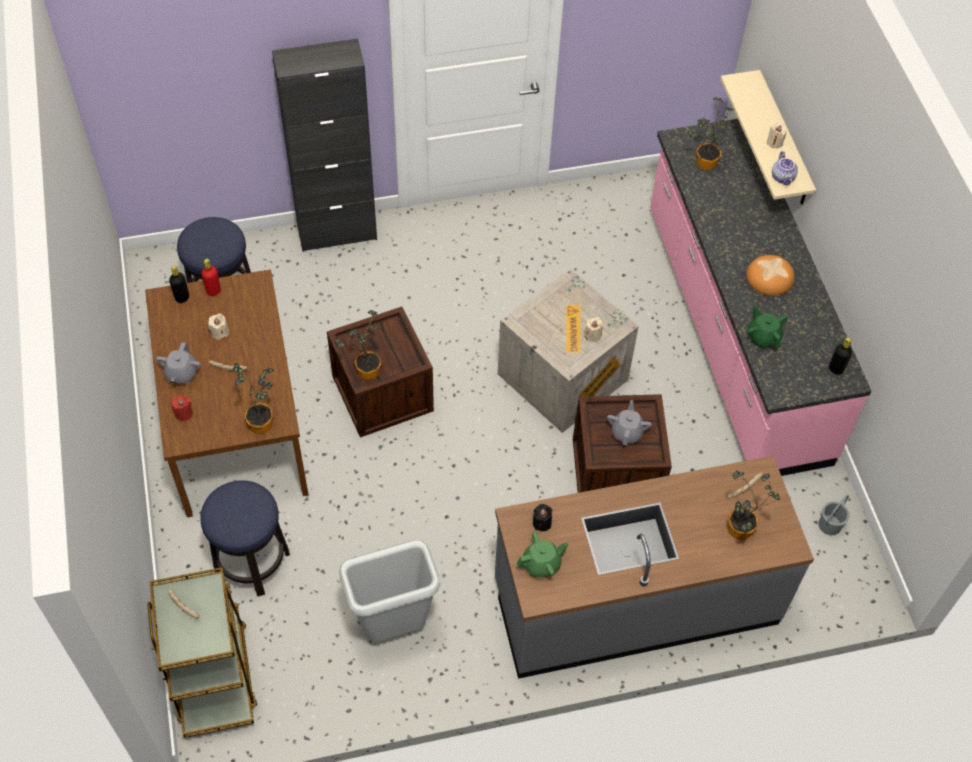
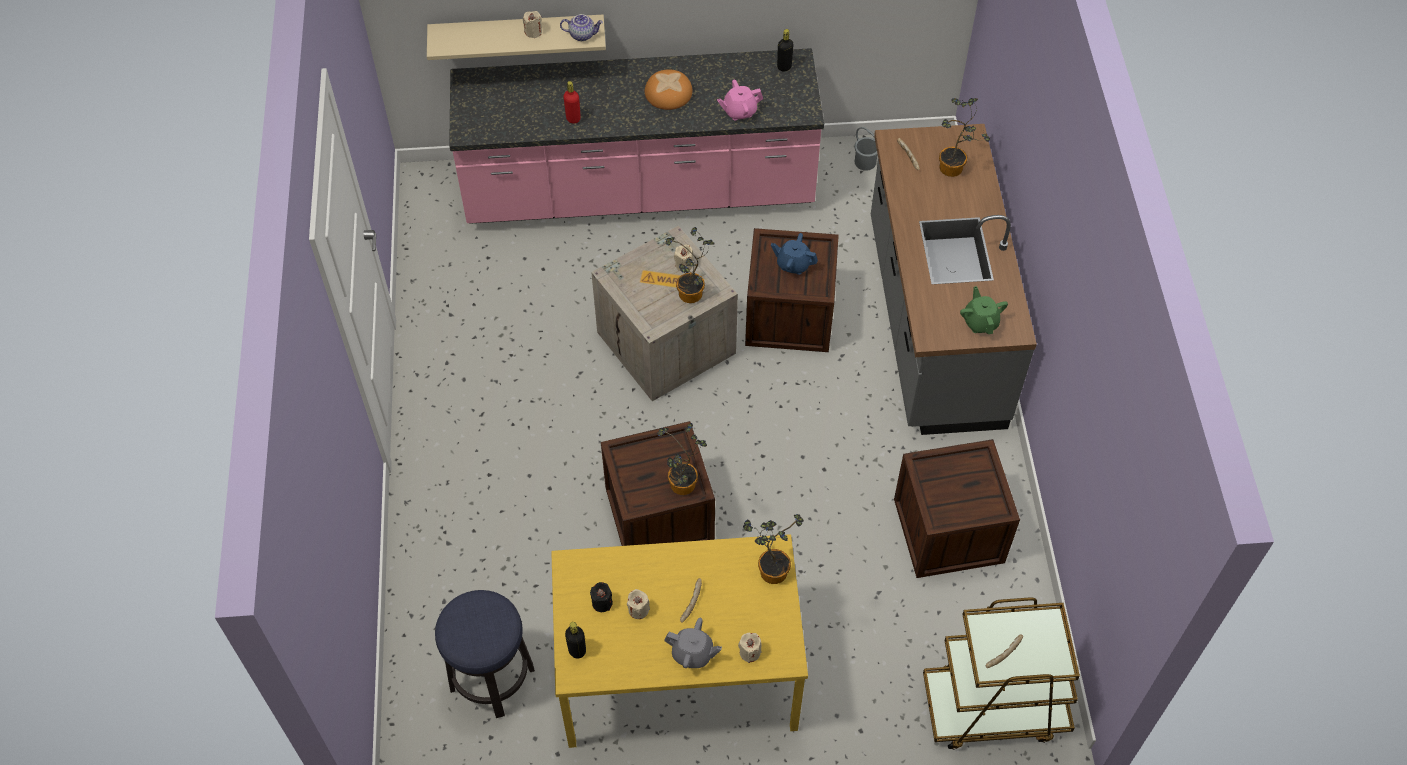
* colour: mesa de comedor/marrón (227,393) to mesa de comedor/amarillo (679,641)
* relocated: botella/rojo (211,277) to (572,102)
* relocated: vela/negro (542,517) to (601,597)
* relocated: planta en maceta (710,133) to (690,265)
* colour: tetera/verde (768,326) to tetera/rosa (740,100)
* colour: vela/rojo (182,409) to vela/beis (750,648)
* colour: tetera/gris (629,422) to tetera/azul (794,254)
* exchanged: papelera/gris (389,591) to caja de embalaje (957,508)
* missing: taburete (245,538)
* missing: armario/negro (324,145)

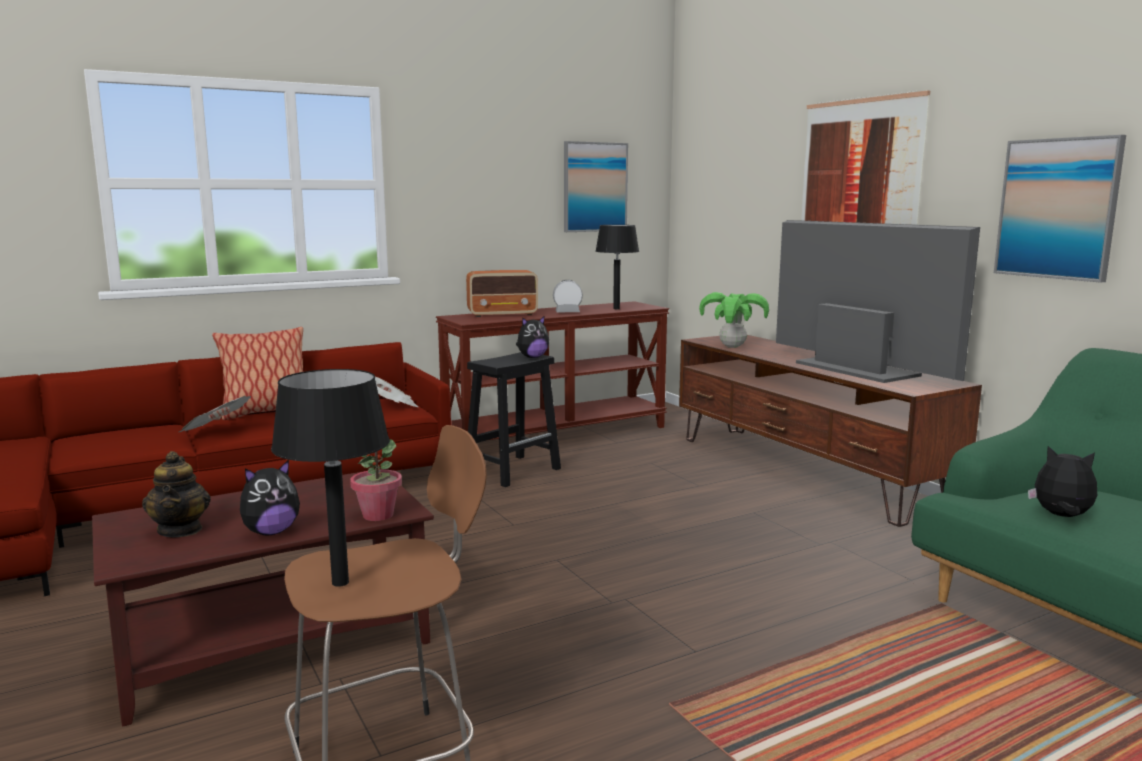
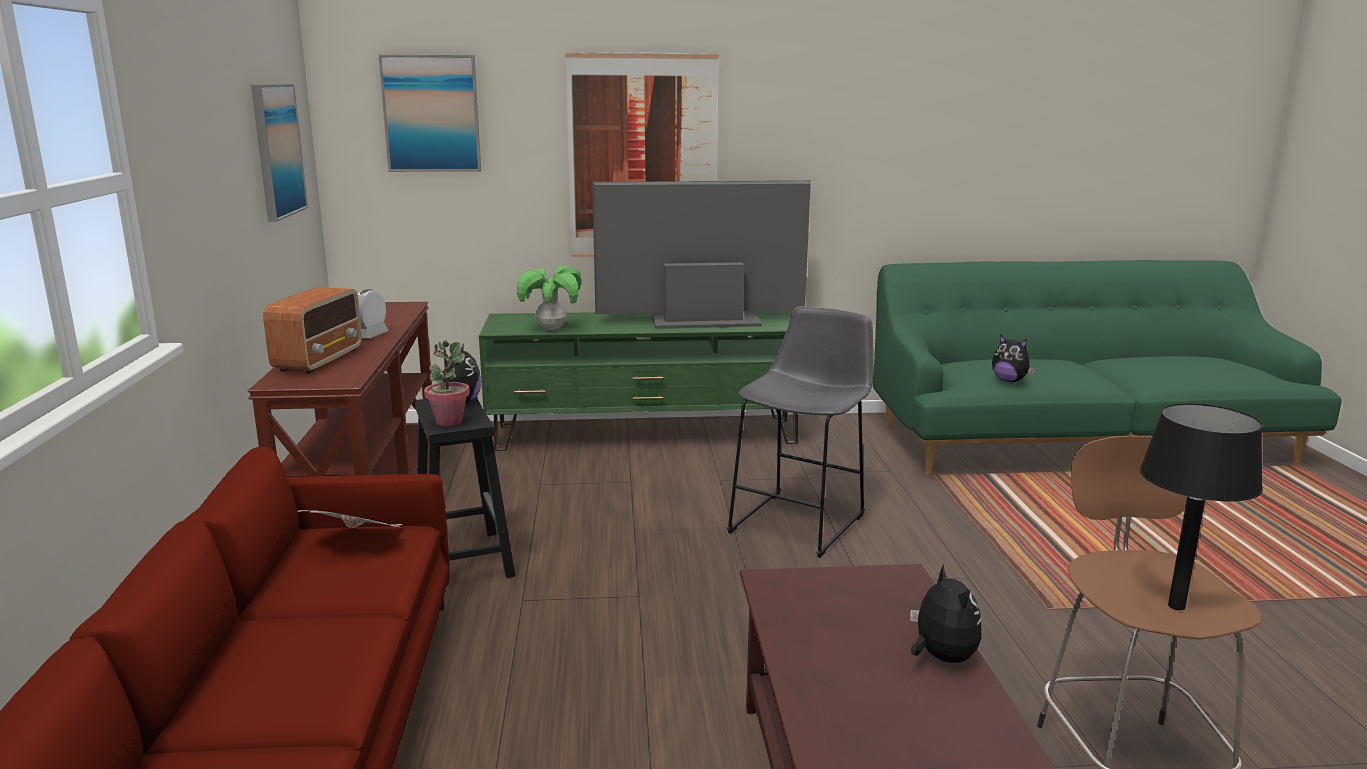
* relocated: cuadro (1060,209) to (430,113)
* relocated: planta en maceta (376,472) to (447,383)
* colour: mueble de televisión/marrón (830,431) to mueble de televisión/verde (638,380)
* appeared: taburete/gris (800,432)
* spun: peluche (1062,481) = (1014,358) 105 degrees counterclockwise
* missing: tetera (176,494)
* missing: periódico (215,414)
* missing: cojín (257,373)
* missing: lámpara de mesa/negro (617,267)

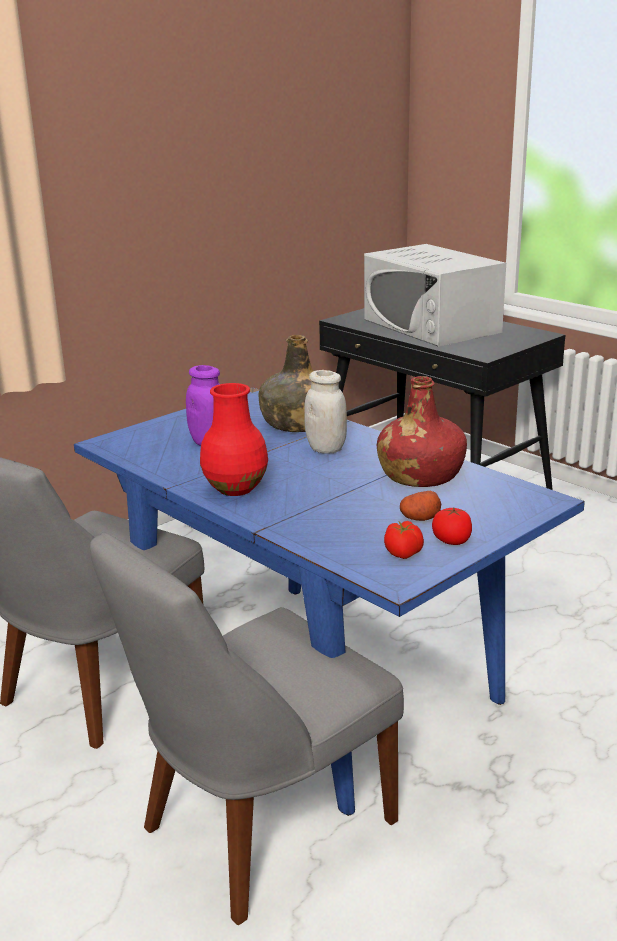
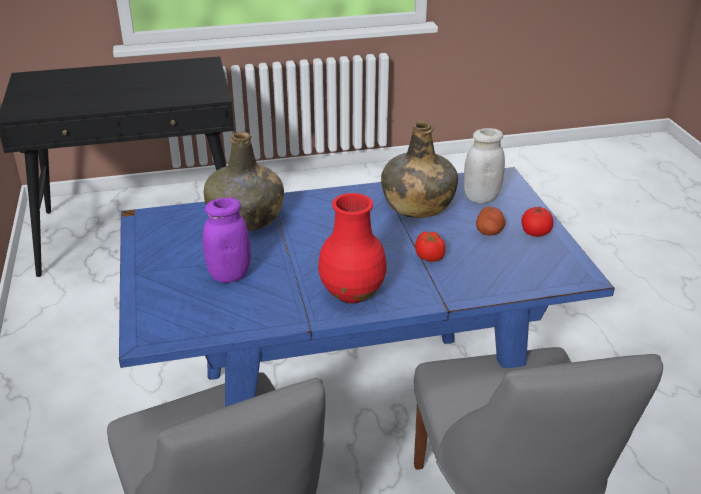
* colour: botella/rojo (422,431) to botella/verde (419,169)
* relocated: tomate (404,540) to (430,246)
* relocated: tarro/blanco (325,412) to (484,165)
* missing: microondas/blanco (435,295)

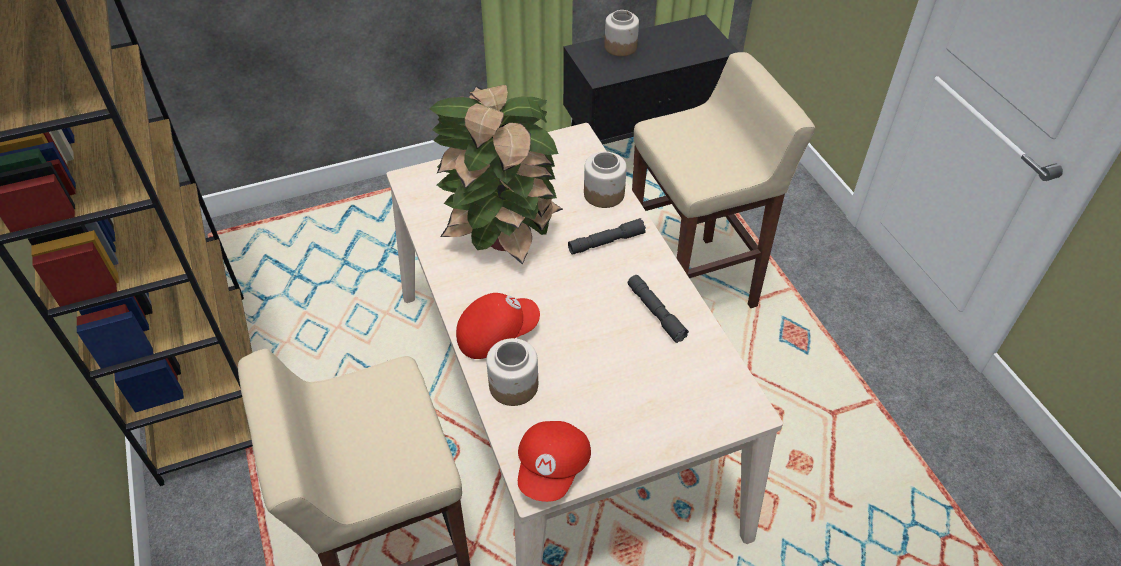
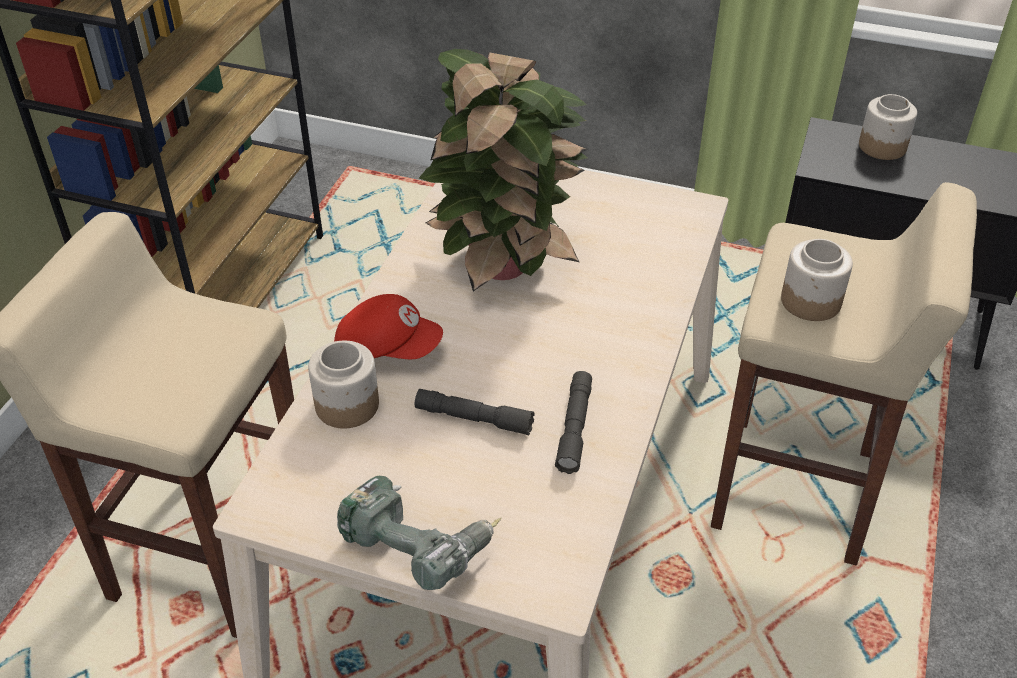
* appeared: taladro (419,533)
* relocated: linterna/gris (607,236) to (475,412)
* relocated: tarro (605,180) to (817,280)
* missing: gorra/rojo (554,461)

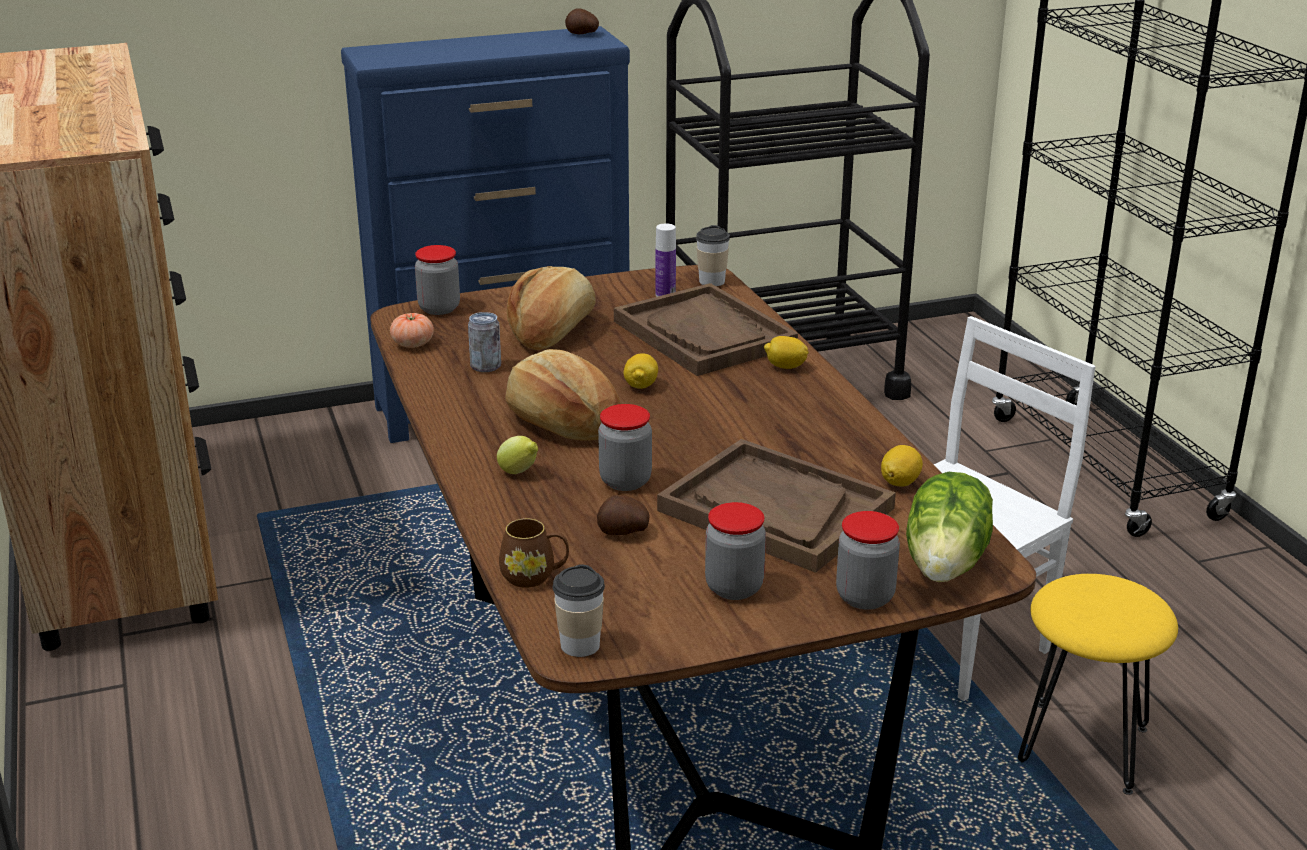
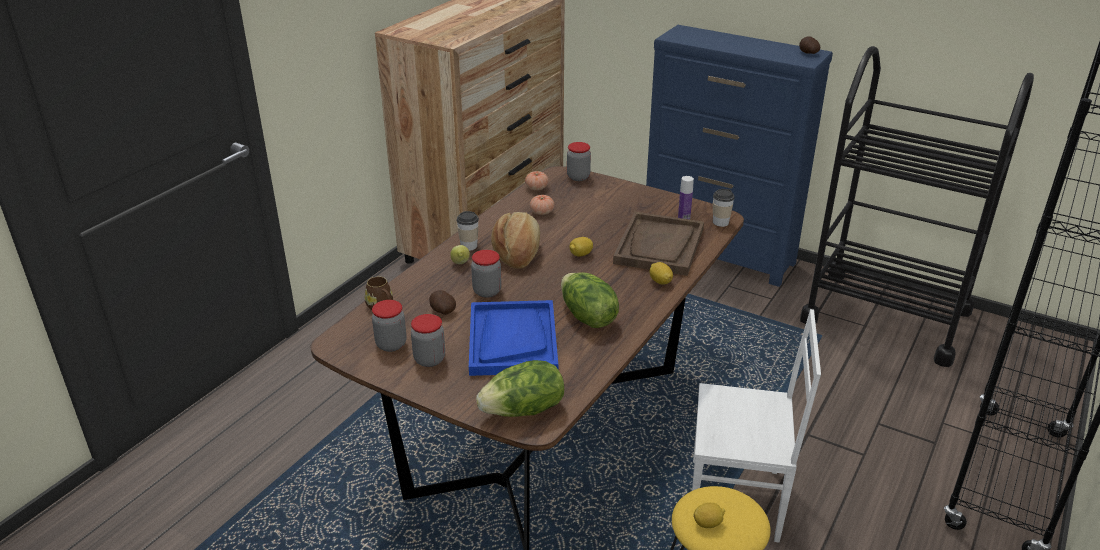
* relocated: tarro (868,560) to (389,326)
* relocated: taza (579,610) to (467,231)
* colour: bandeja/marrón (776,506) to bandeja/azul (513,338)
* exchanged: lata (484,342) to tomate (542,205)
* appeared: lechuga (590,300)
* relocated: limón (902,465) to (709,515)
* missing: pan (551,308)

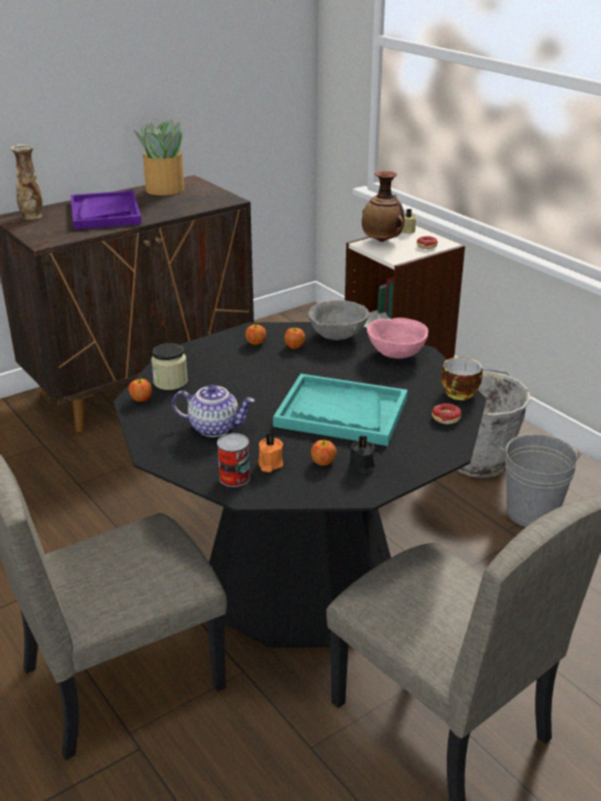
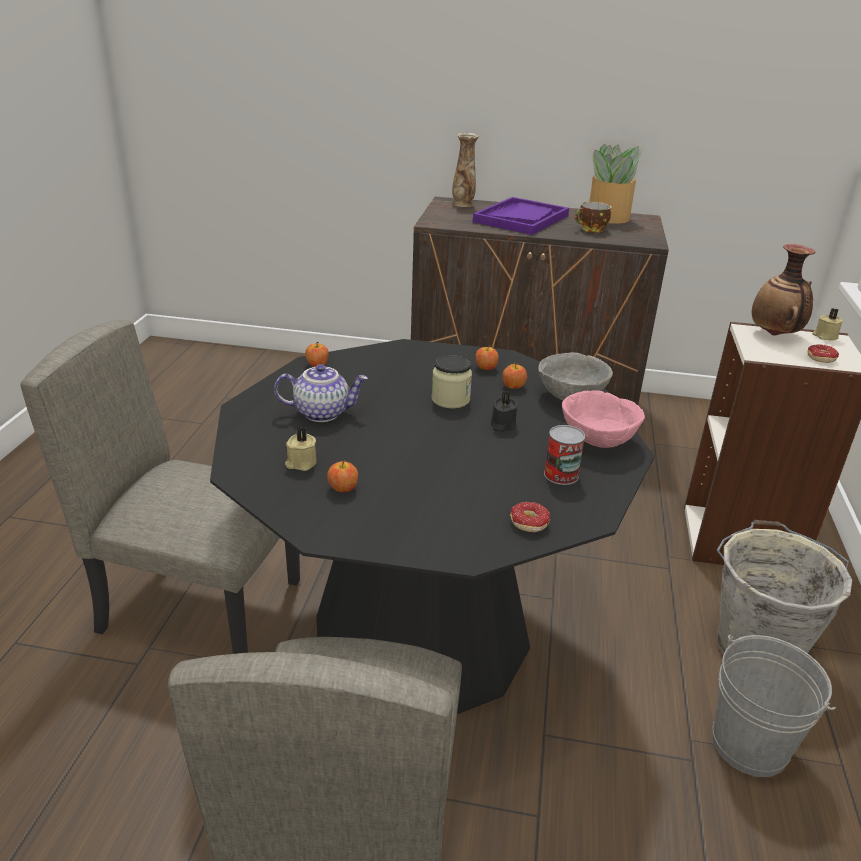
* spun: tetera (213,411) = (321,393) 60 degrees counterclockwise
* colour: vela/naranja (270,452) to vela/beis (300,449)
* relocated: tarro (169,366) to (452,381)
* relocated: vela/negro (361,455) to (505,411)
* relocated: lata (233,460) to (564,455)
* relocated: taza (461,378) to (593,217)
* missing: bandeja/turquesa (340,410)

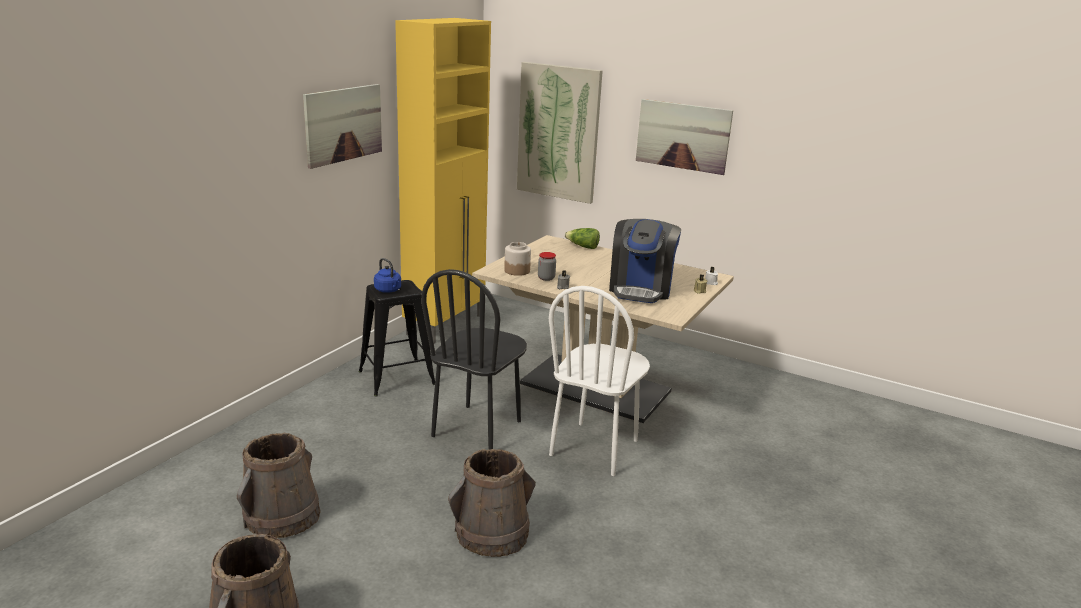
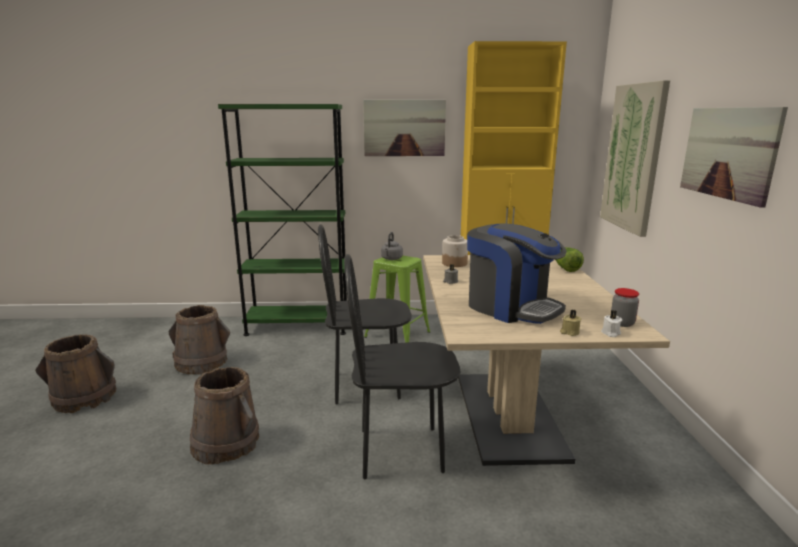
* appeared: estantería/verde (282,220)
* colour: silla/blanco (599,381) to silla/negro (402,366)
* colour: taburete/negro (397,338) to taburete/verde (397,299)
* colour: hervidor/azul (387,275) to hervidor/gris (392,246)
* spun: cafetera (645,261) = (517,273) 120 degrees counterclockwise
* relocated: tarro (547,266) to (625,307)

